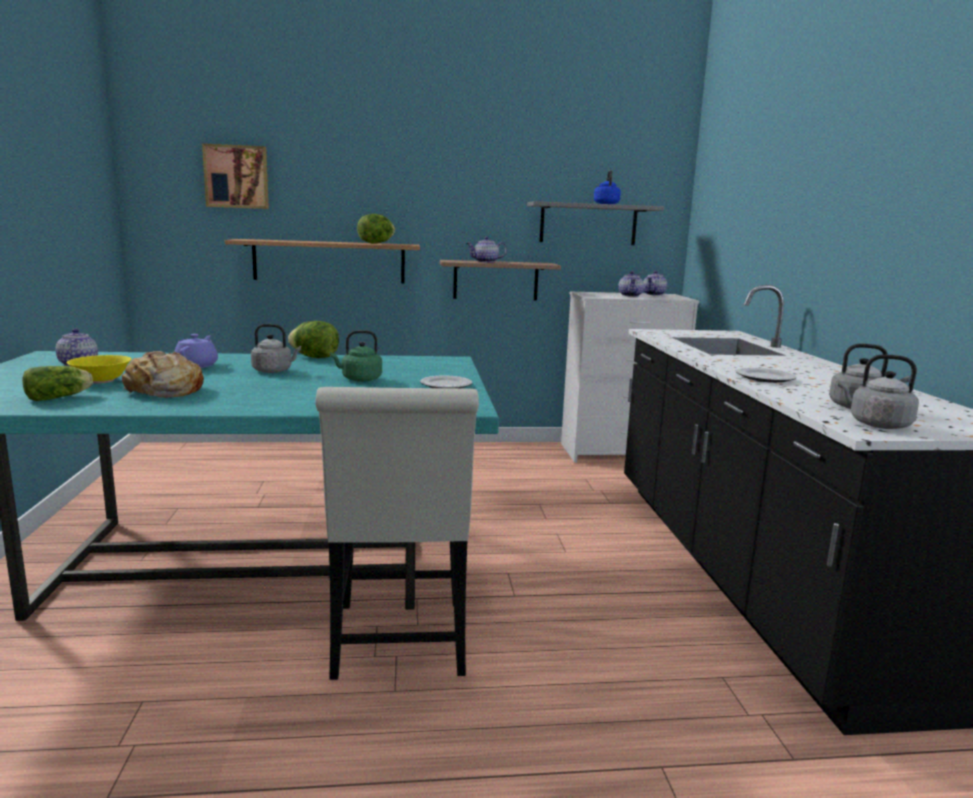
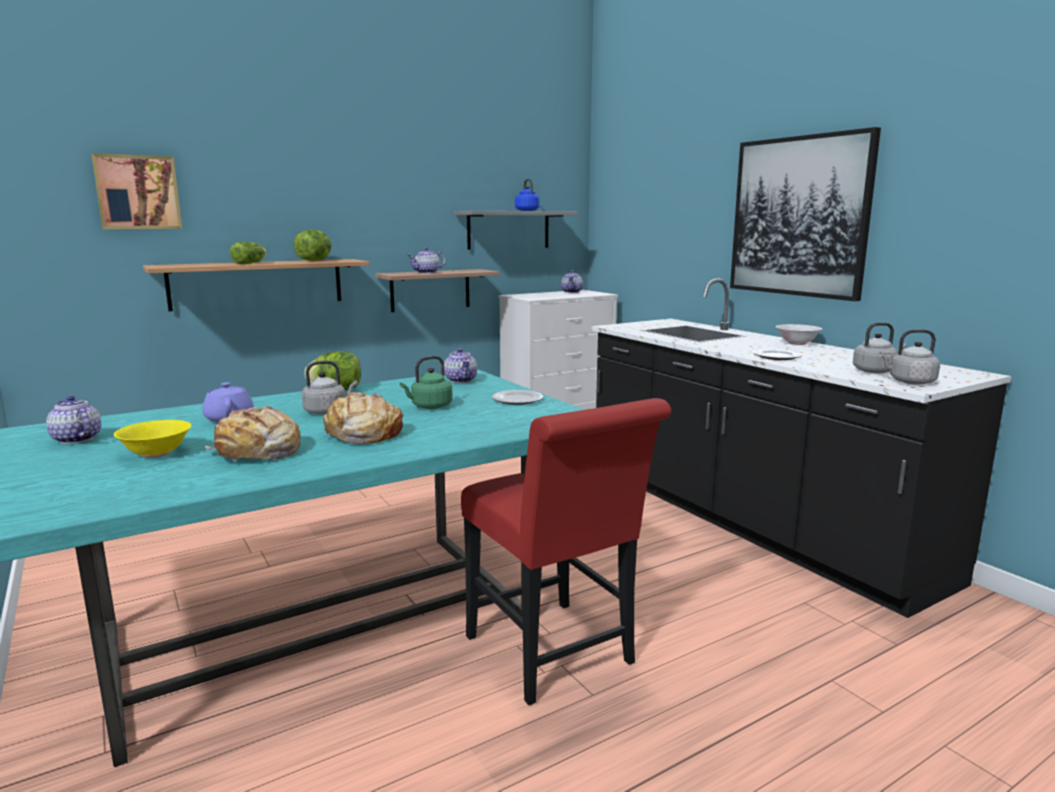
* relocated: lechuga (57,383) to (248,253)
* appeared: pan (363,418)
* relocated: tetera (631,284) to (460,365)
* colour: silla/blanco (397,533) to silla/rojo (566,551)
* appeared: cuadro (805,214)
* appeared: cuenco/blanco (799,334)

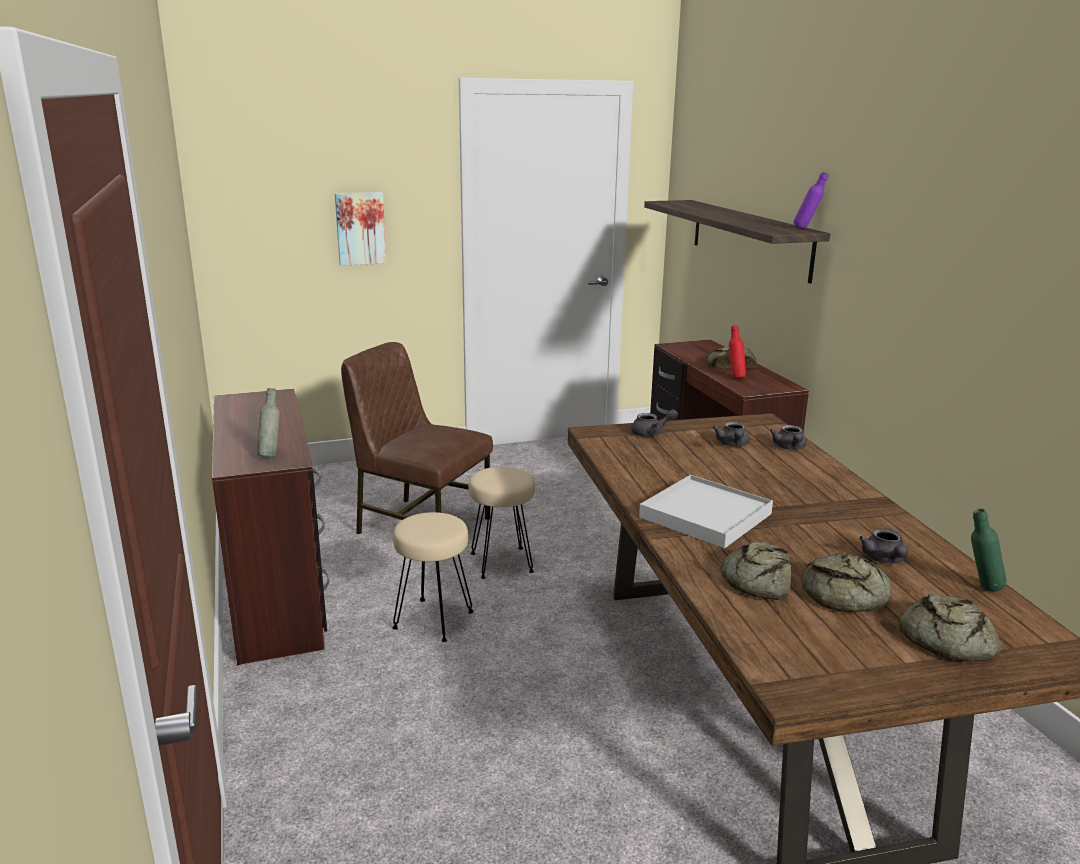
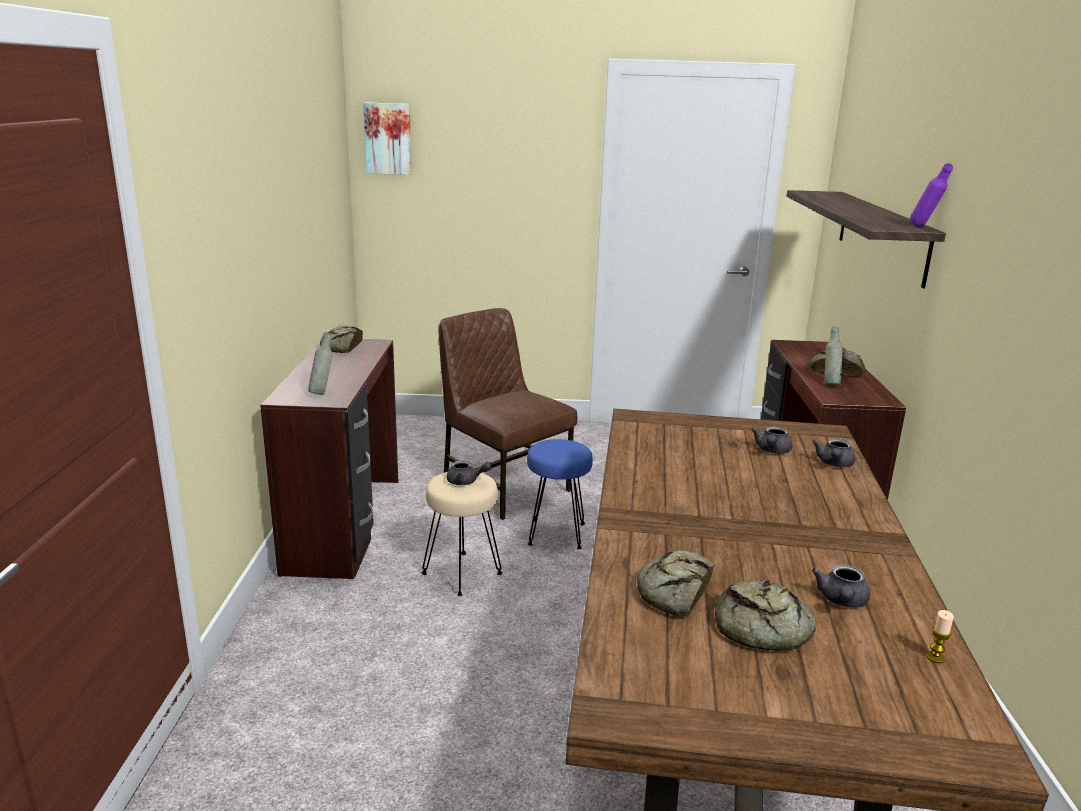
* relocated: pan (950,628) to (341,339)
* relocated: cuadro (360,229) to (387,138)
* relocated: tetera/gris (654,423) to (469,472)
* colour: taburete/beis (502,523) to taburete/azul (560,494)
* colour: botella/rojo (737,352) to botella/gris (834,356)
* exchanged: botella/verde (988,550) to vela (940,636)
* missing: bandeja/blanco (706,512)

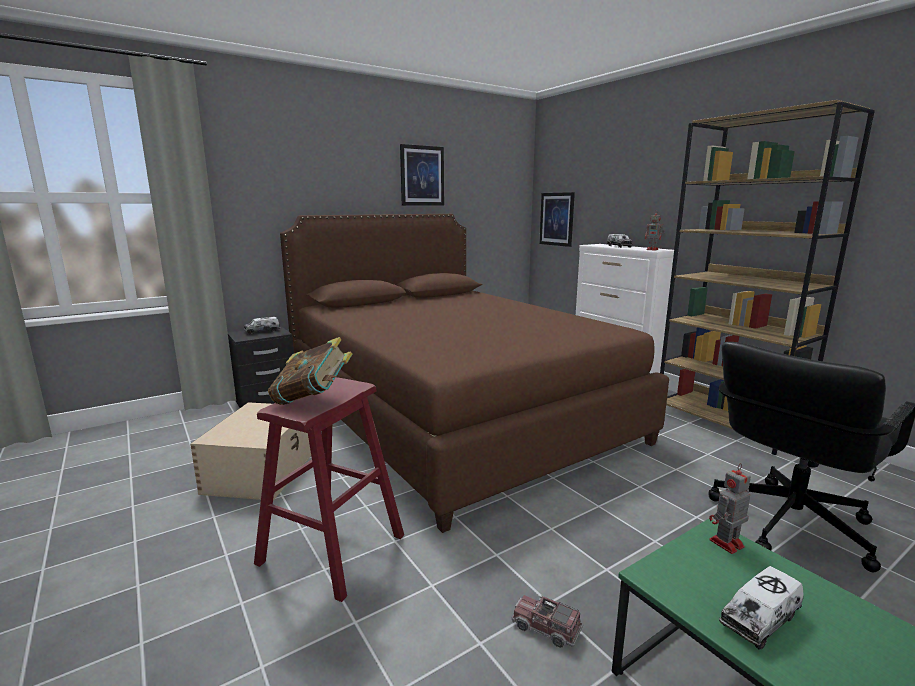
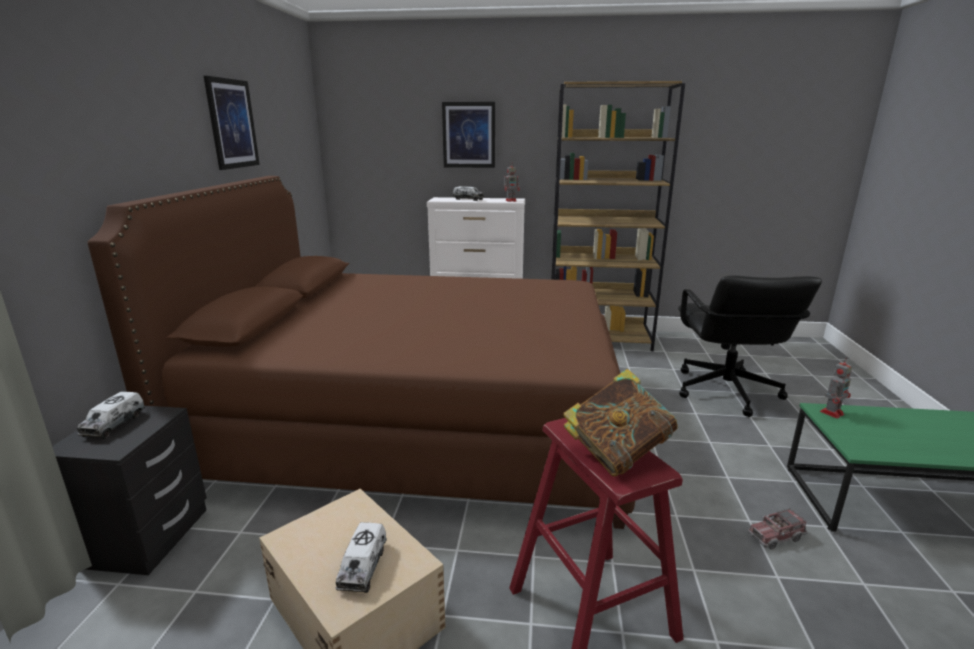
* relocated: camión de juguete (761,608) to (361,557)
* relocated: cuadro (557,219) to (468,135)
* spun: robot de juguete (730,508) = (836,388) 135 degrees counterclockwise

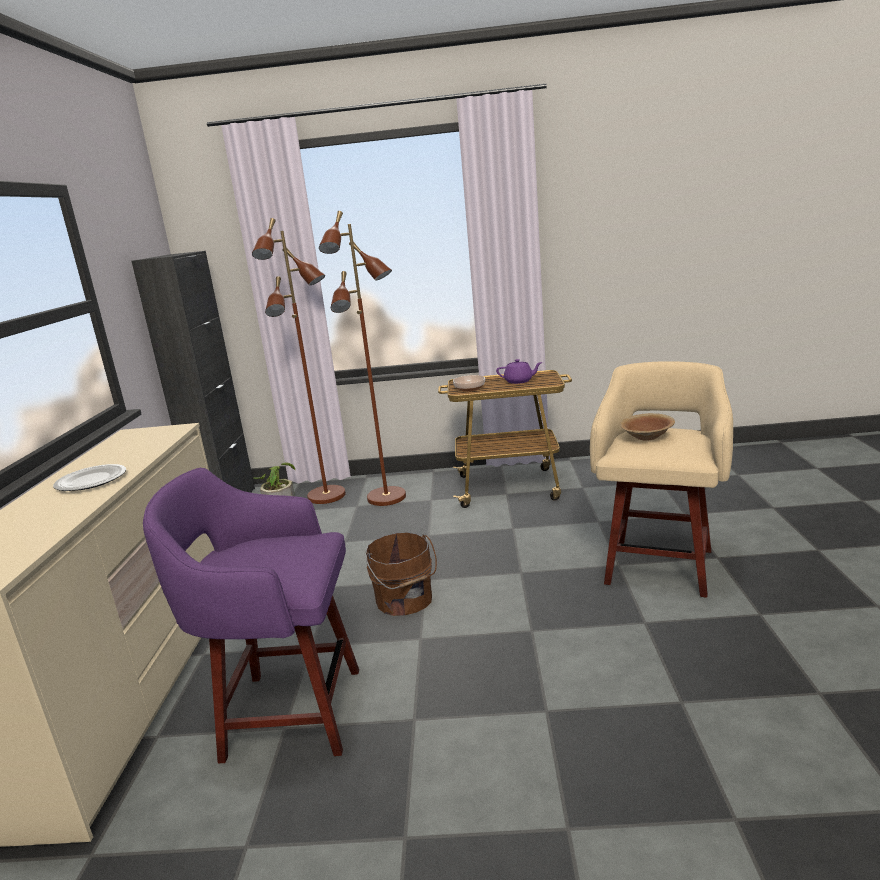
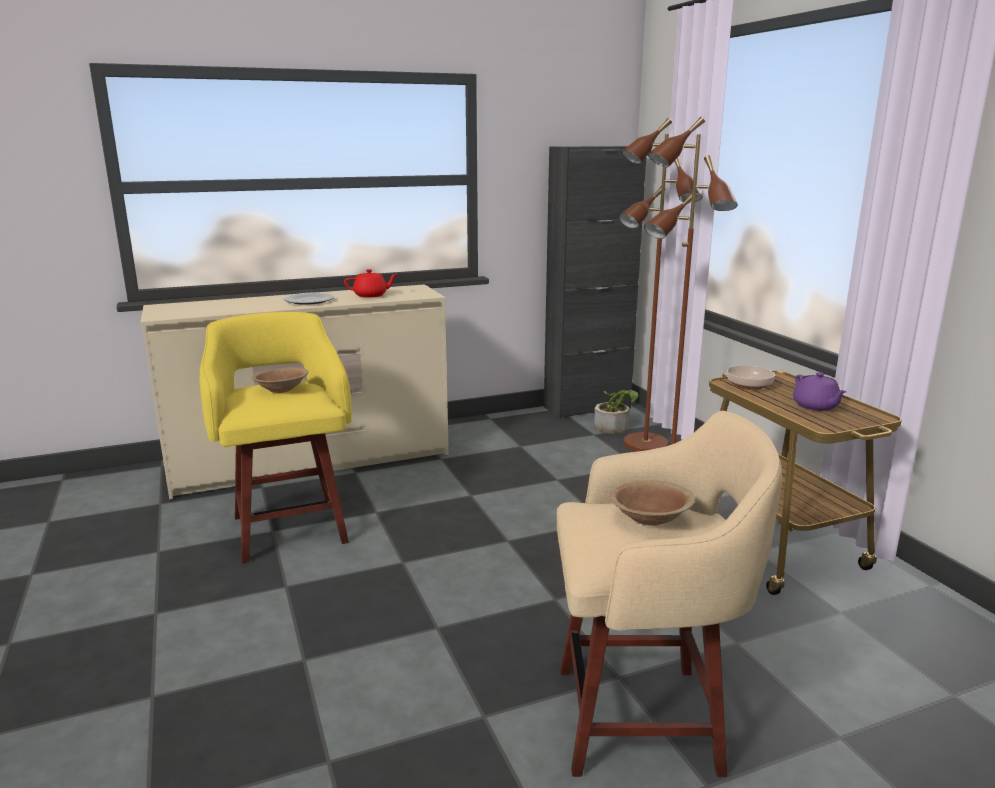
* colour: taburete/morado (251,615) to taburete/amarillo (276,437)
* appeared: cuenco/marrón (280,380)
* appeared: tetera/rojo (371,283)
* missing: cubo/marrón (401,574)

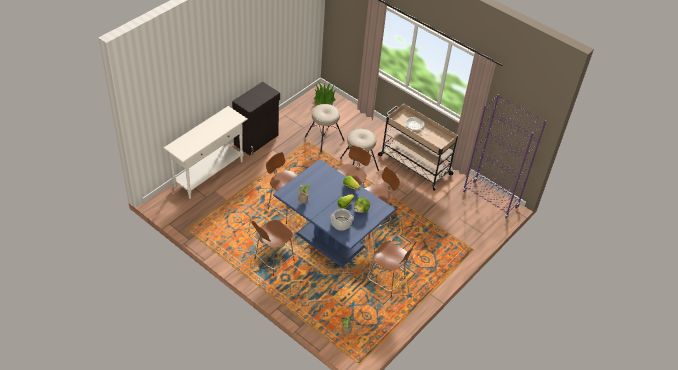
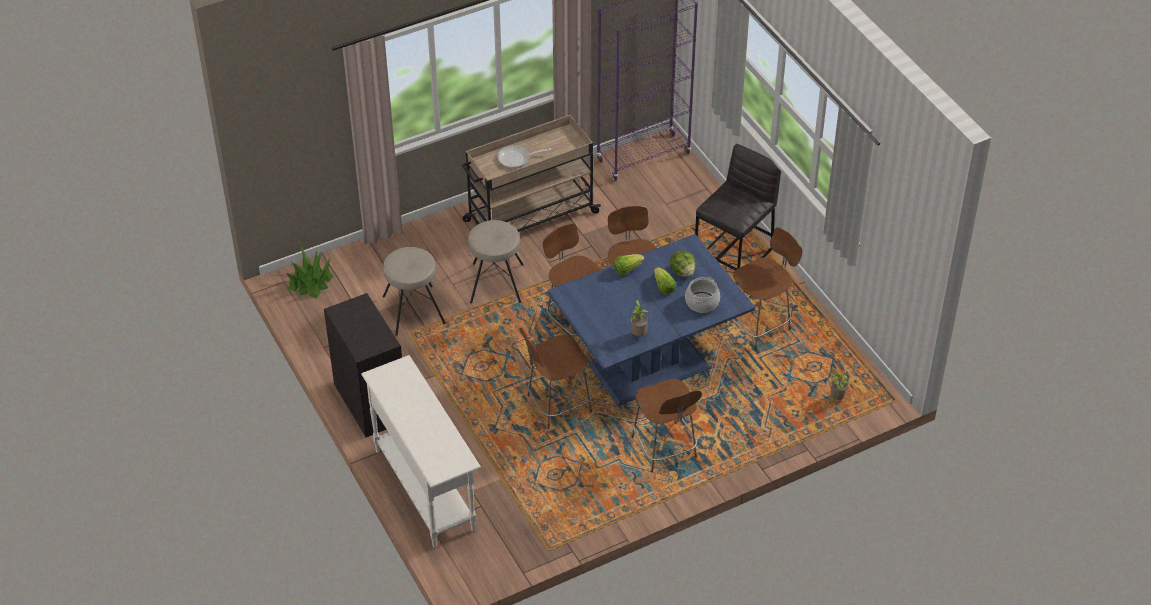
* appeared: taburete/gris (738,214)

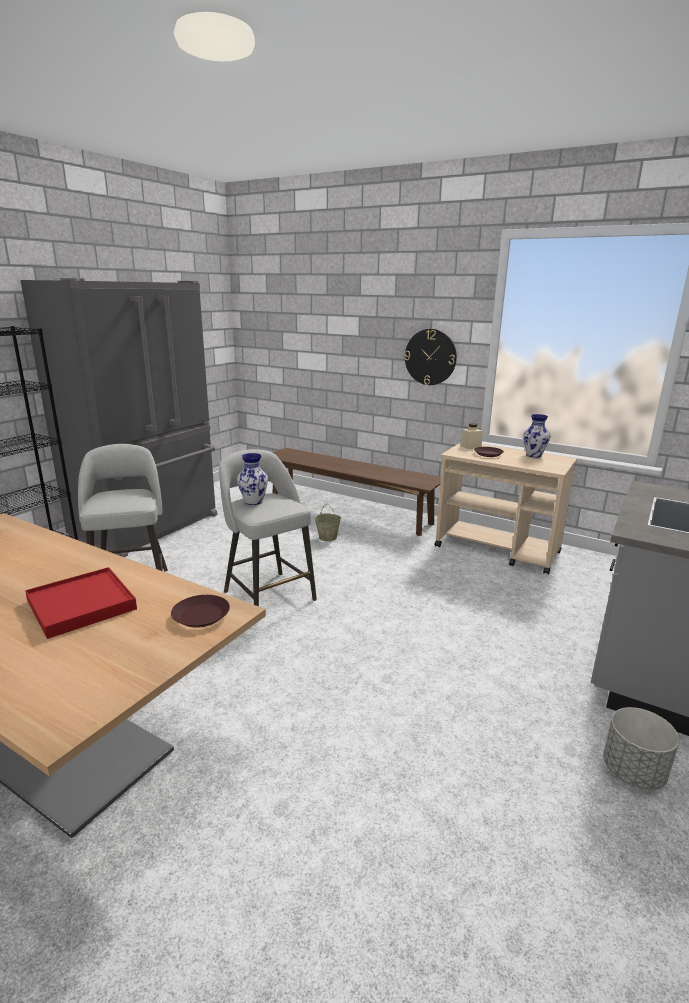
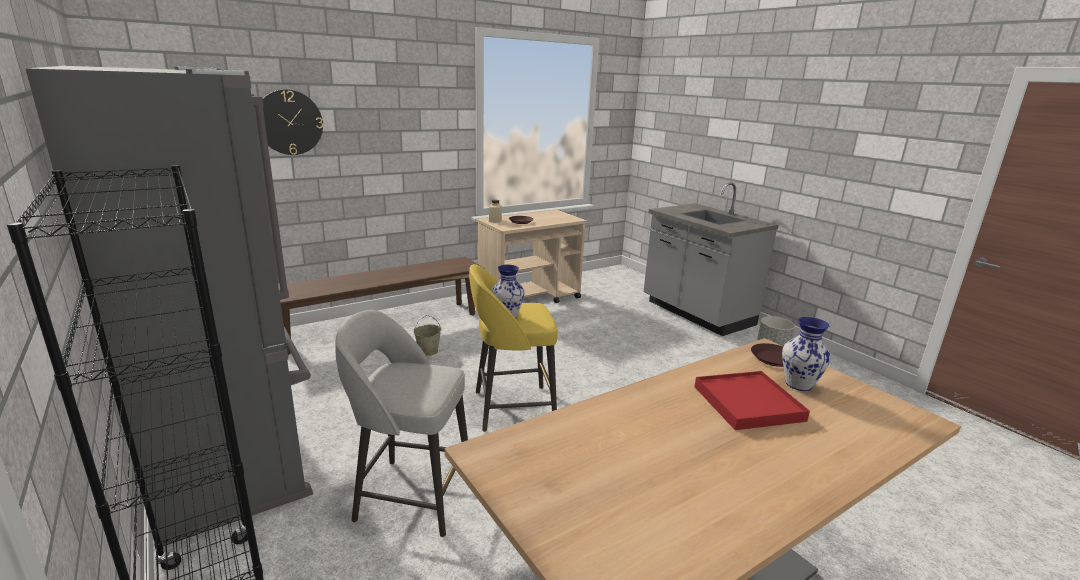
* relocated: reloj de pared (430,357) to (293,122)
* colour: taburete/gris (268,535) to taburete/amarillo (513,348)
* relocated: florero (536,436) to (806,354)

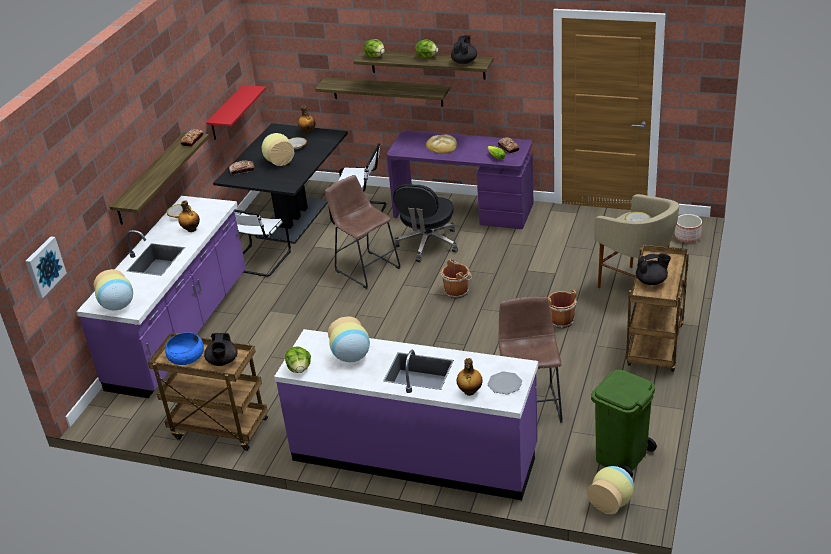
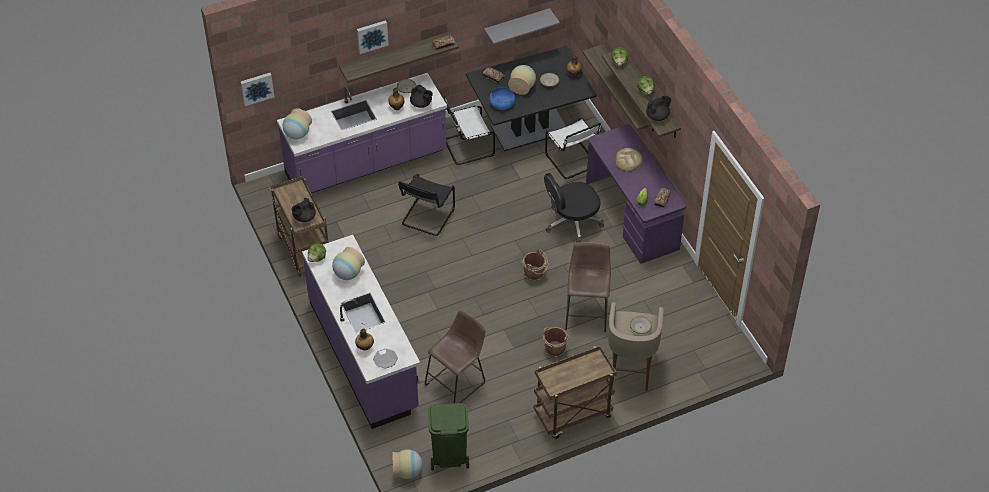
* appeared: cuadro (373,37)
* appeared: silla/negro (426,205)
* relocated: tetera/negro (653,269) to (421,96)
* colour: estante/rojo (236,112) to estante/gris (522,26)
* relocated: cuenco/azul (184,348) to (502,98)
* relocated: taburete/marrón (363,232) to (588,287)
* missing: maceta (688,228)

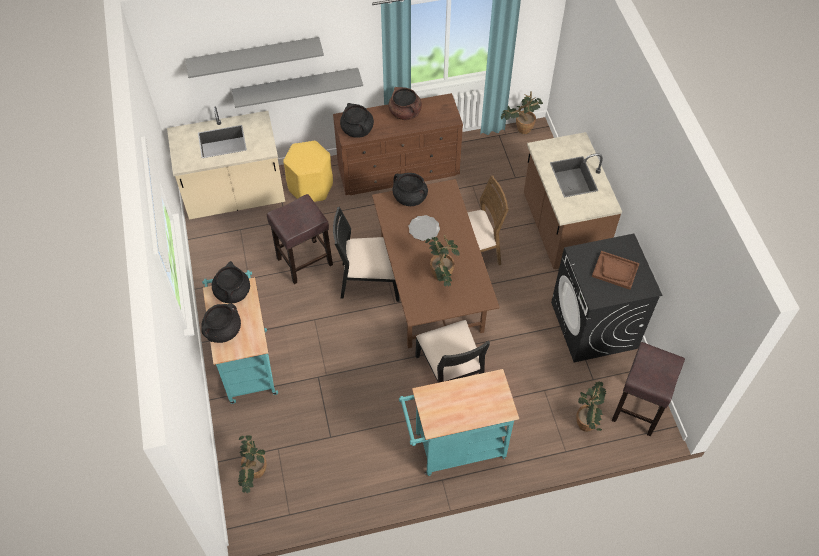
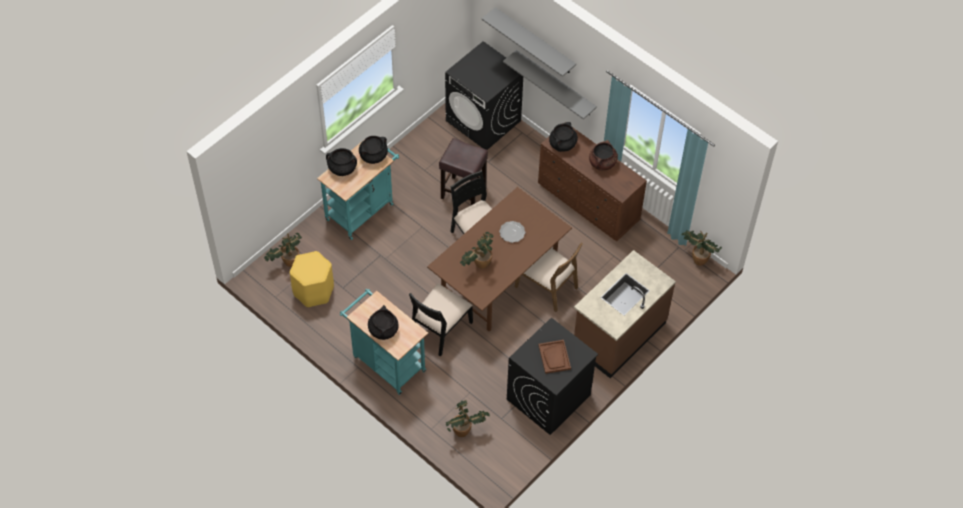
* relocated: taburete/amarillo (308,171) to (312,279)
* relocated: olla/negro (410,189) to (383,322)
* exchanged: mueble bajo de cocina/beis (226,163) to lavadora/negro (484,95)
* missing: taburete/marrón (648,389)

